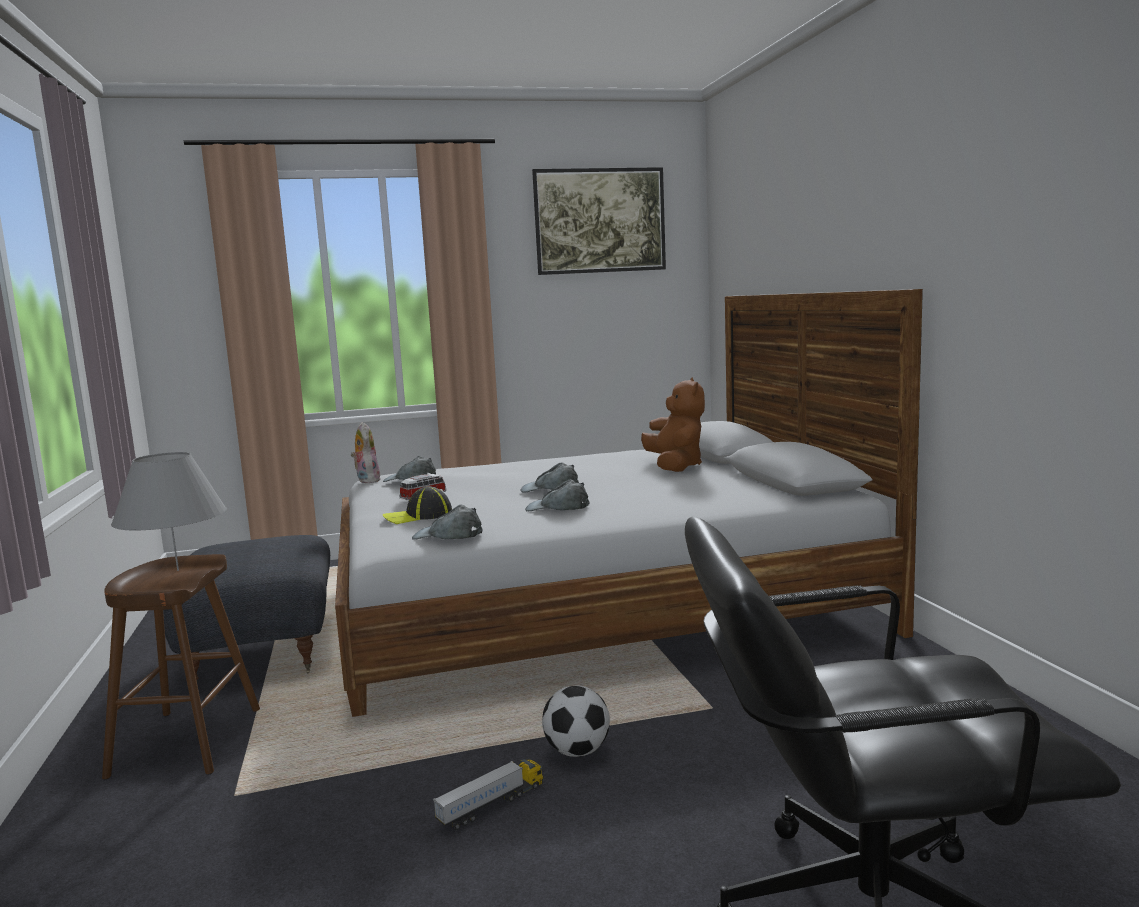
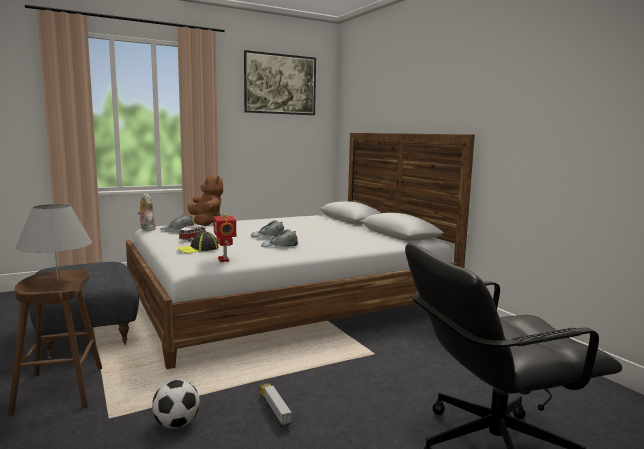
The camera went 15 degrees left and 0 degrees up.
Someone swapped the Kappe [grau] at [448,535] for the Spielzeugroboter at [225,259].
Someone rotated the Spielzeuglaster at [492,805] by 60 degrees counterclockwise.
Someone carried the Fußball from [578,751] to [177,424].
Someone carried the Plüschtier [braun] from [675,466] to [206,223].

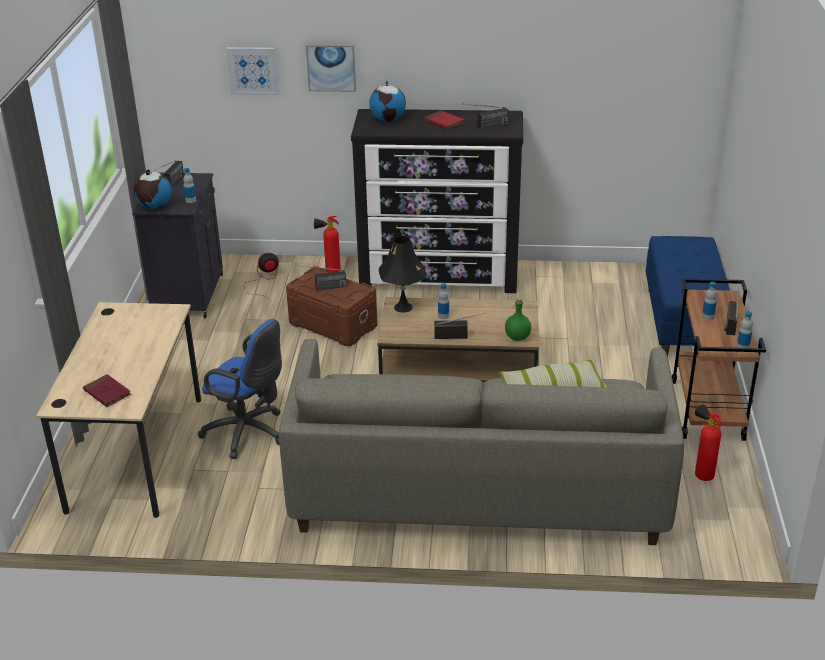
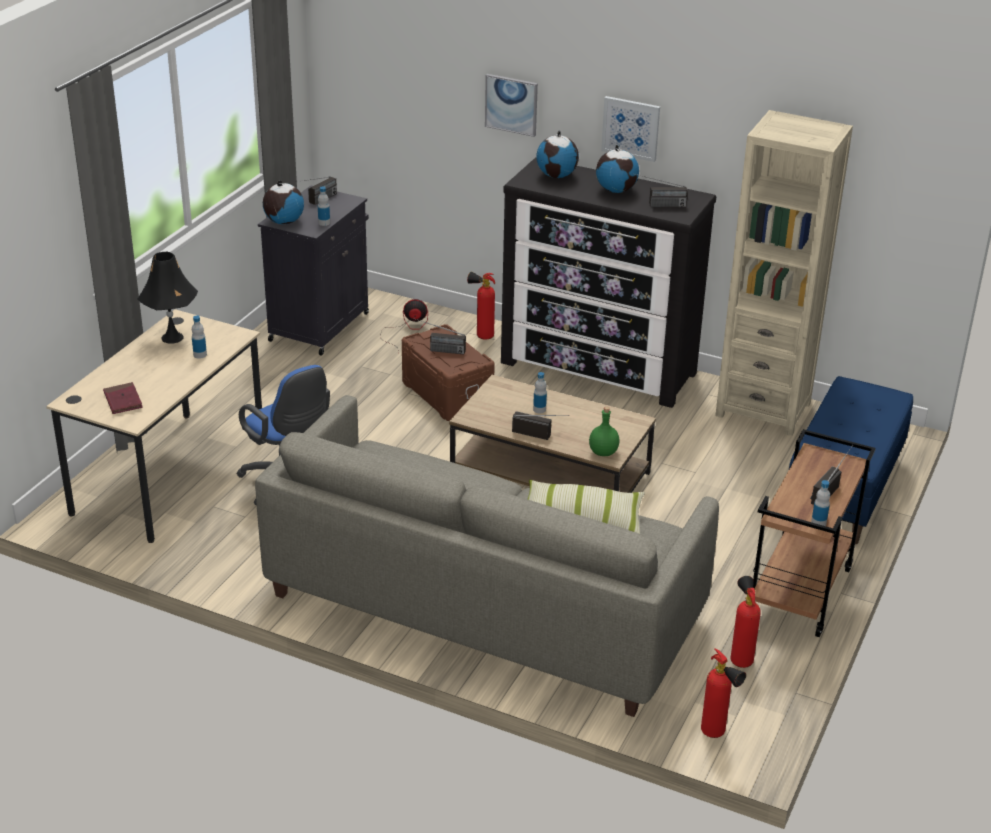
The camera went 20 degrees right and 0 degrees up.
Someone carried the Bild from [253,70] to [631,128].
Someone carried the Tischlampe [schwarz] from [403,307] to [172,338].
Someone swapped the Buch [rot] at [444,122] for the Globus at [616,190].
Someone carried the Flasche from [708,317] to [200,355].
Someone put down the Feuerlöscher at [717,735].
Someone put down the Bücherregal [beige] at [763,409].

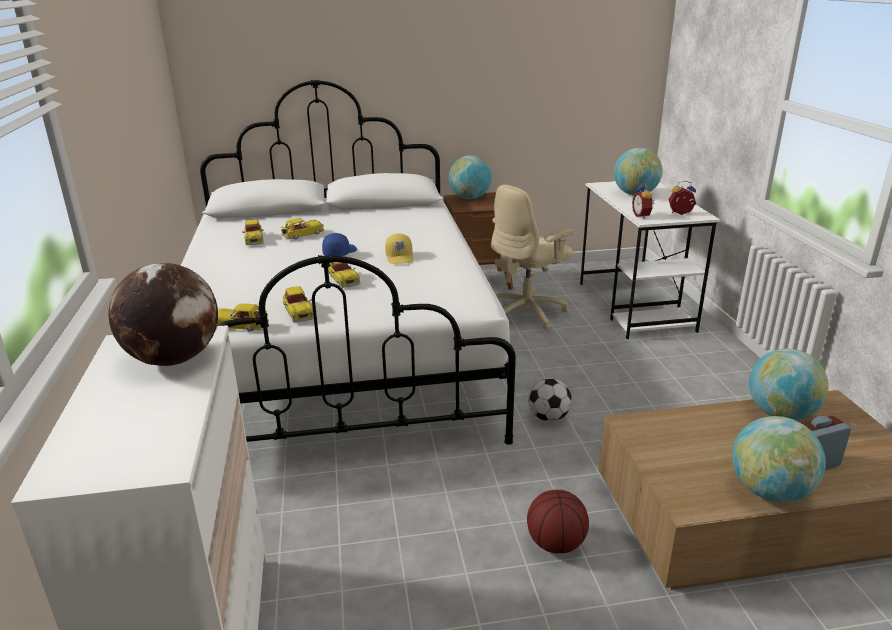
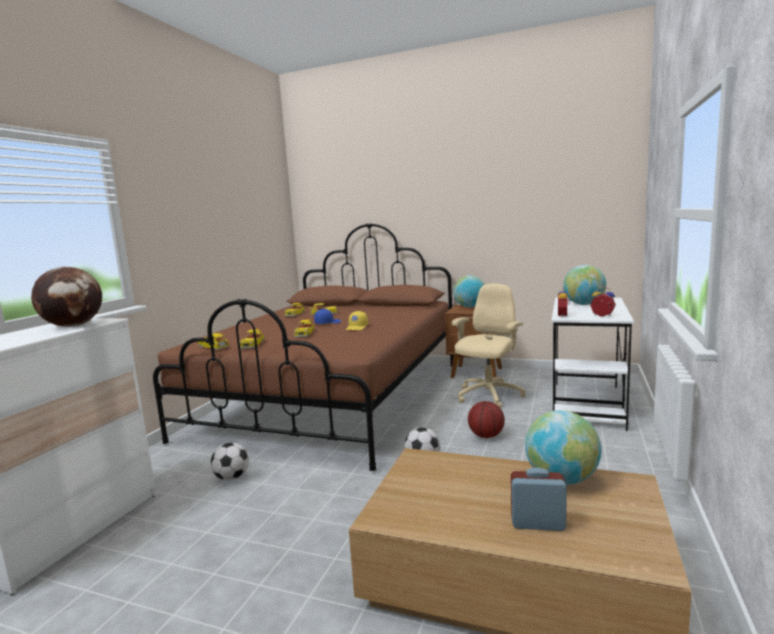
The camera went 30 degrees right and 15 degrees down.
Someone repainted the Bett [weiß] at [338,353], which became the Bett [braun] at [333,399].
Someone rotated the Bürostuhl [beige] at [527,314] by 135 degrees clockwise.
Someone carried the Basketball from [556,543] to [486,436].
Someone took away the Globus at [769,491].
Someone put down the Fußball at [232,478].

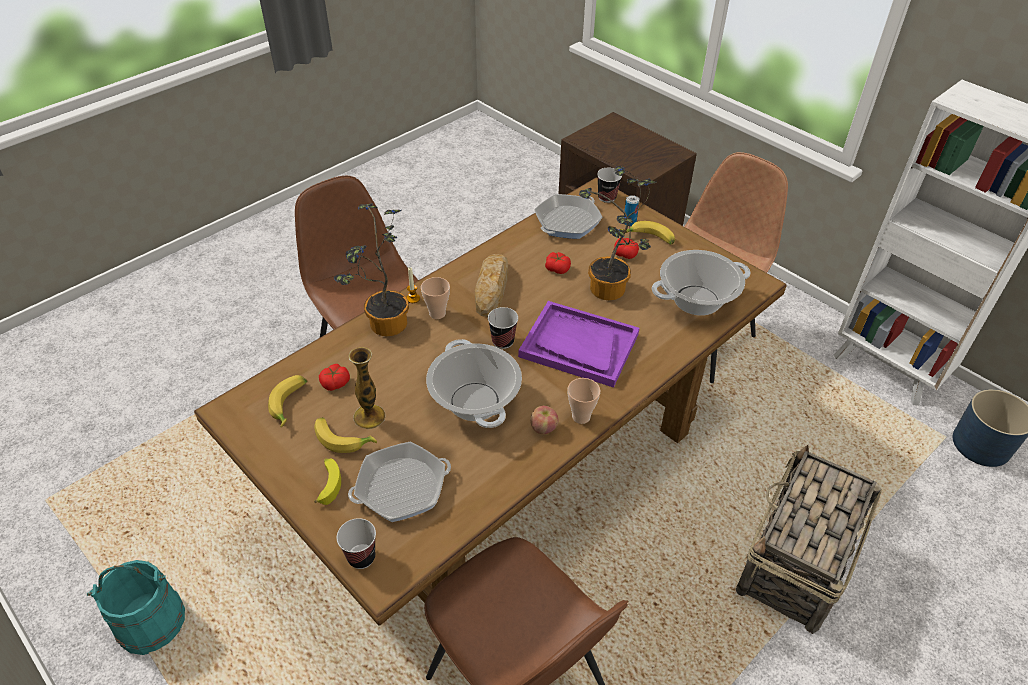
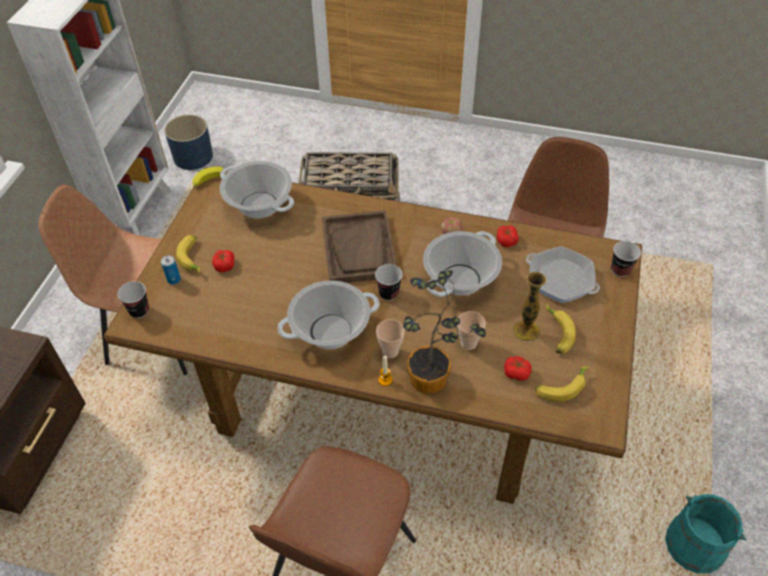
The camera went 120 degrees left and 5 degrees up.
Someone carried the Banane from [328,483] to [208,181].
Someone swapped the Brot at [492,288] for the Kochtopf at [331,331].
Someone repainted the Tablett [lila] at [578,345], which became the Tablett [braun] at [359,249].
Someone took away the Pfanne at [567,221].
Someone carried the Tomate from [557,268] to [506,240].
Someone carried the Tasse from [581,416] to [468,343].
Someone took away the Topfpflanze at [610,292].

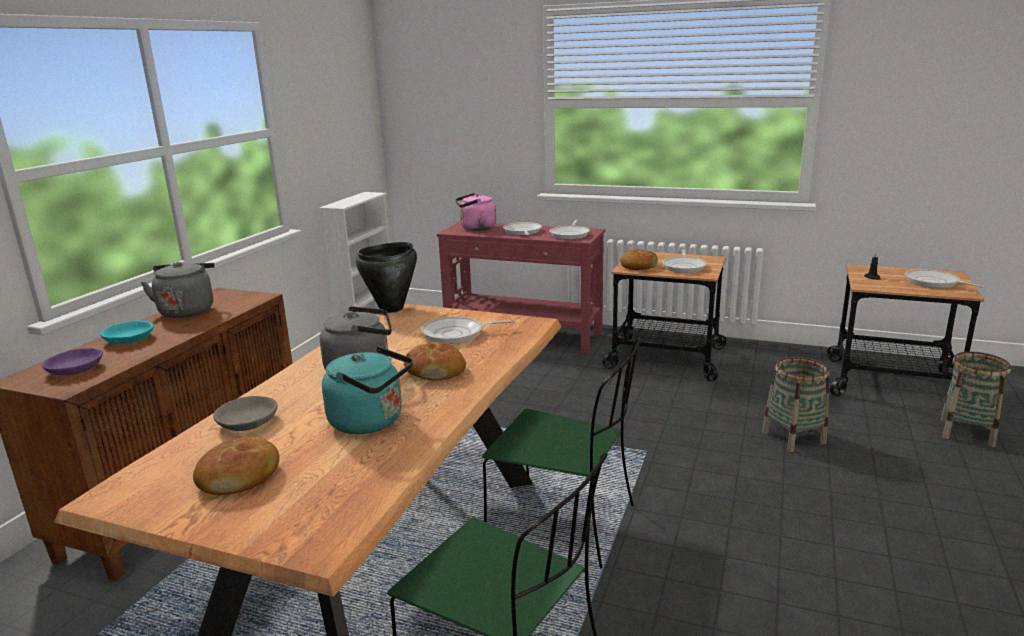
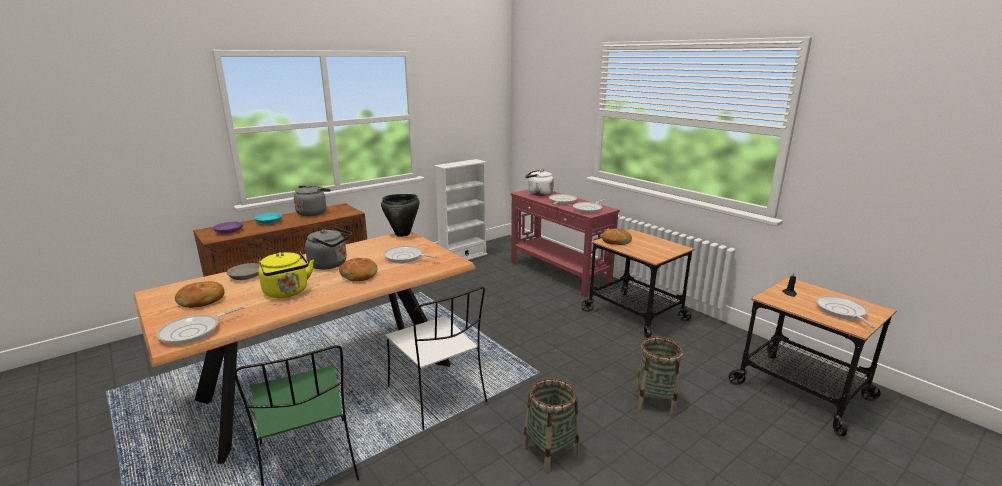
The camera went 30 degrees right and 0 degrees up.
Someone repainted the Wasserkessel [türkis] at [371,422], which became the Wasserkessel [gelb] at [287,292].
Someone repainted the Wasserkessel [rosa] at [476,228], which became the Wasserkessel [weiß] at [538,193].
Someone repainted the Stuhl [grün] at [565,523], which became the Stuhl [weiß] at [438,396].
Someone carried the Pfanne from [684,266] to [194,332].
Someone carried the Korb from [966,432] to [550,451].

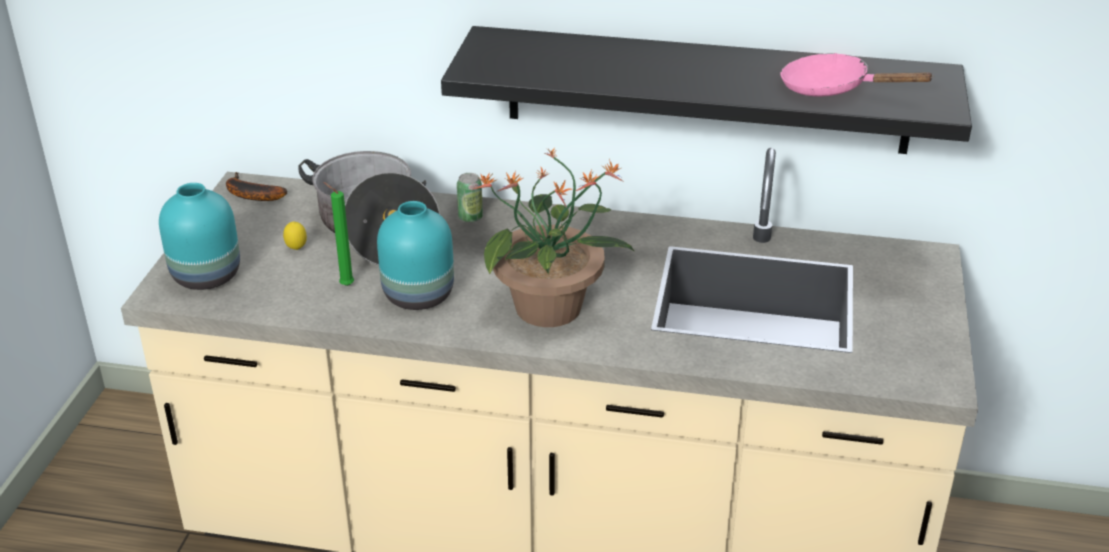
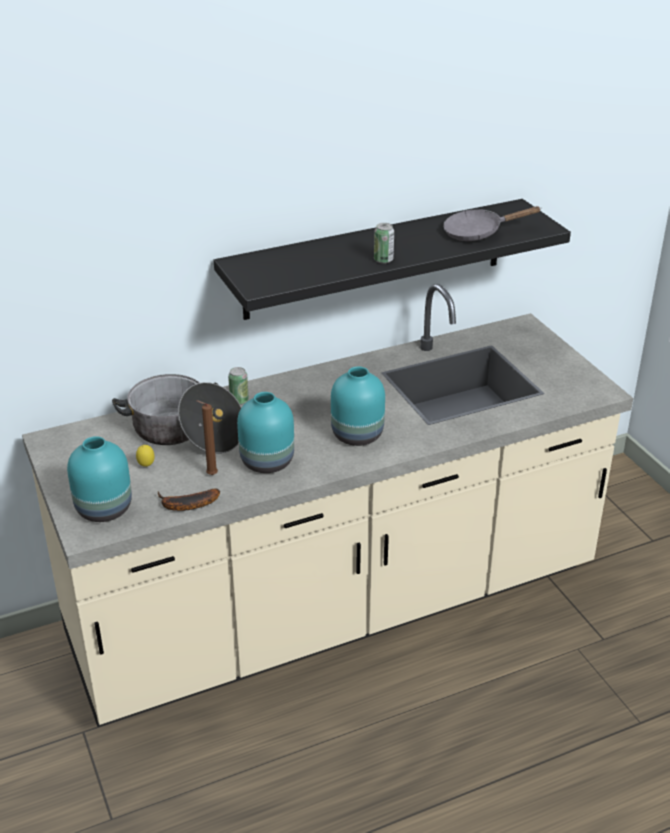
The camera went 35 degrees left and 0 degrees up.
Someone carried the Banane from [249,194] to [186,505].
Someone repainted the Kerze [grün] at [344,285], which became the Kerze [braun] at [210,475].
Someone swapped the Topfpflanze at [550,308] for the Vase [türkis] at [357,436].
Someone repainted the Pfanne [rosa] at [833,89], which became the Pfanne [grau] at [478,233].
Someone put down the Dose at [383,260].

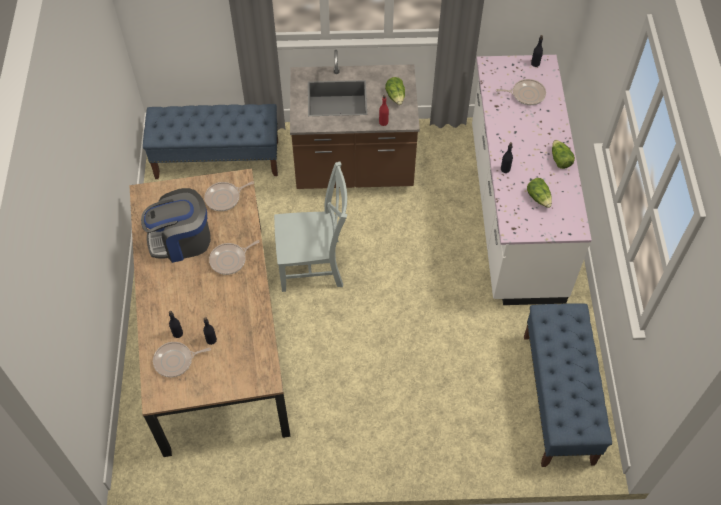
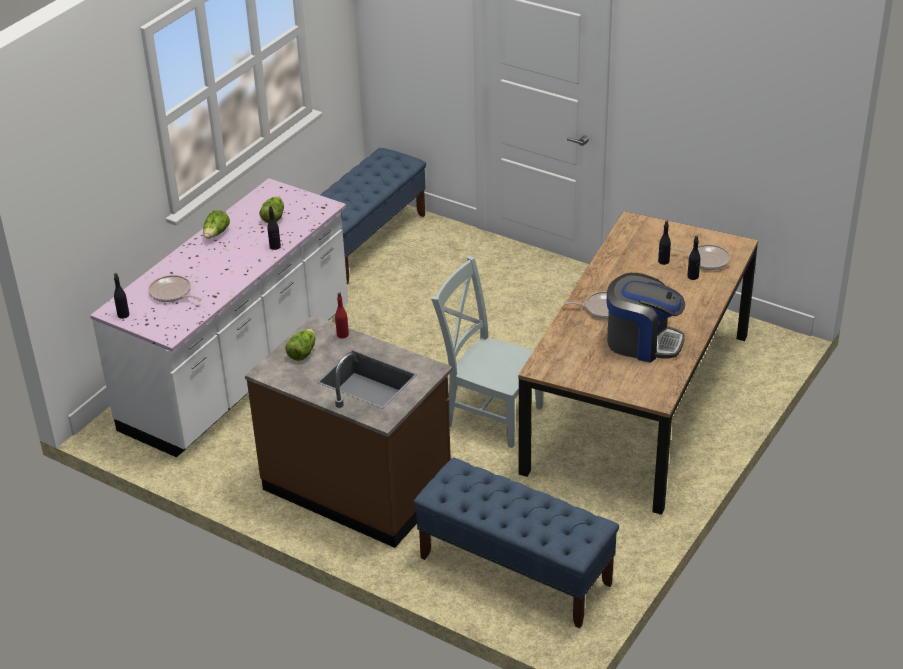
The camera went 145 degrees left and 20 degrees down.
Someone took away the Pfanne at [224,198].

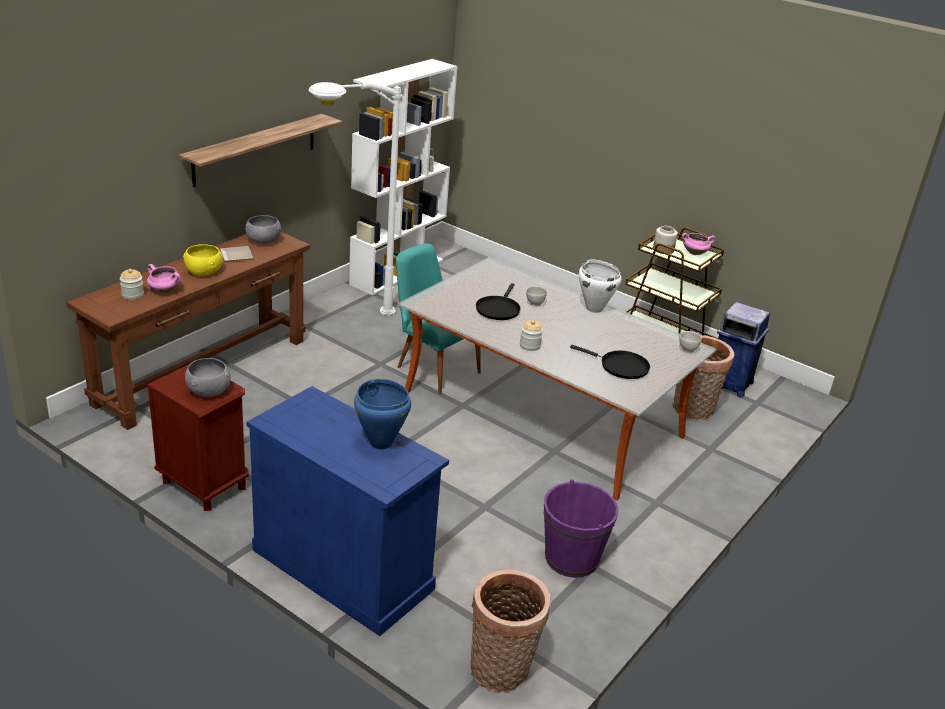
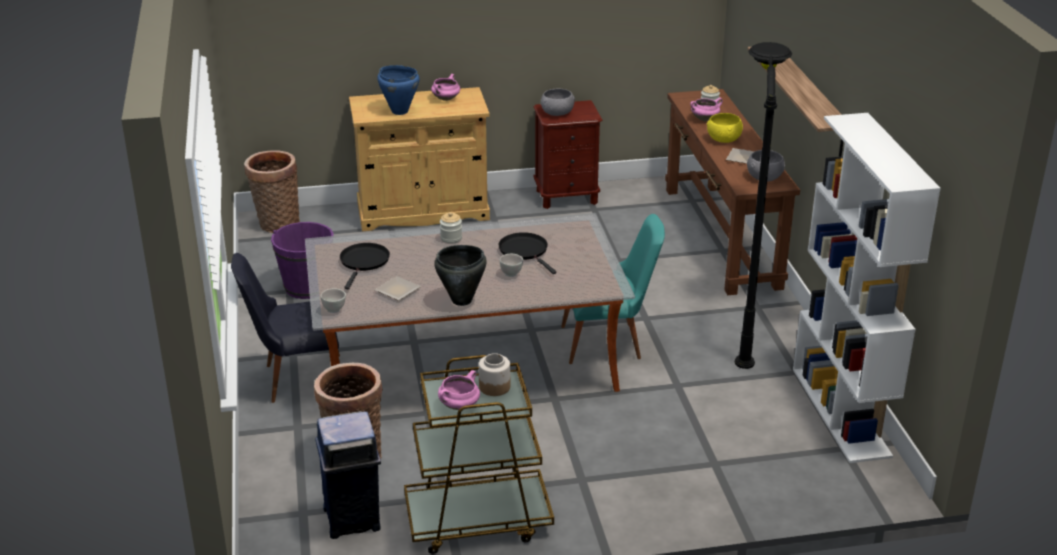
The camera went 135 degrees right and 0 degrees up.
Someone repainted the Schrank [blau] at [343,569], which became the Schrank [beige] at [423,211].
Someone repainted the Stehlampe [weiß] at [343,323], which became the Stehlampe [schwarz] at [744,329].
Someone rotated the Pfanne [schwarz] at [621,367] by 120 degrees clockwise.
Someone repainted the Kochtopf [weiß] at [594,308], which became the Kochtopf [schwarz] at [462,300].
Someone put down the Stuhl [schwarz] at [296,379].
Someone put down the Teller at [396,290].
Someone put down the Kochtopf [rosa] at [446,99].

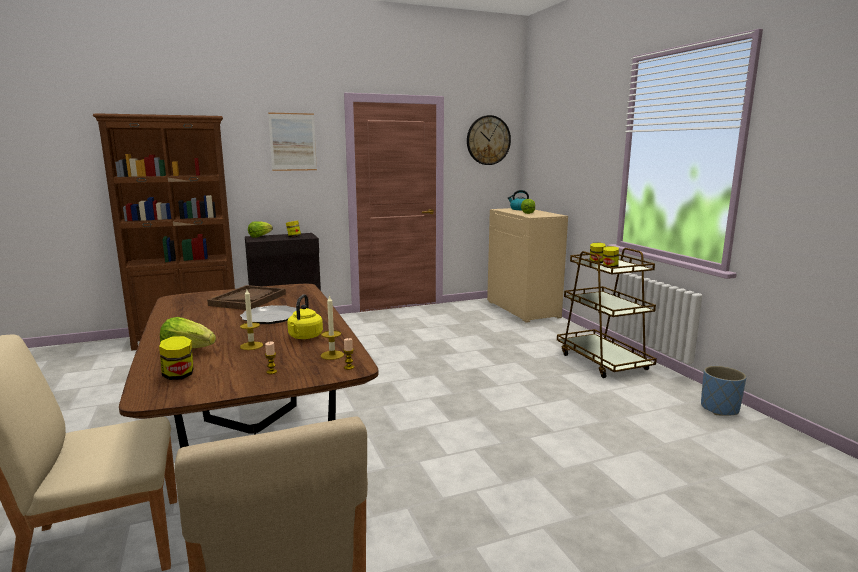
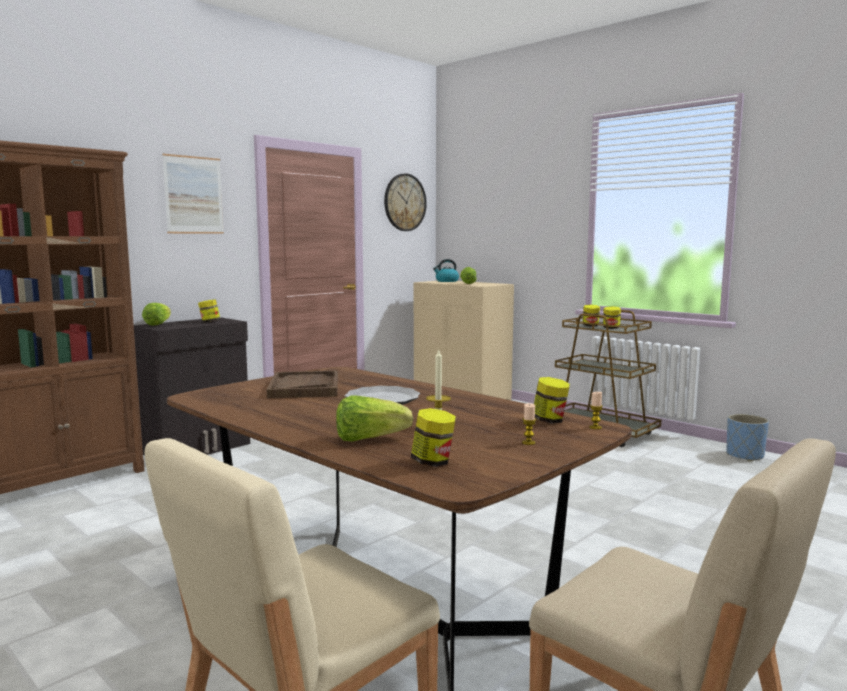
The camera went 25 degrees left and 5 degrees down.
Someone took away the Wasserkessel [gelb] at [305,337].
Someone swapped the Kerze at [332,355] for the Vorratsglas at [549,421].

